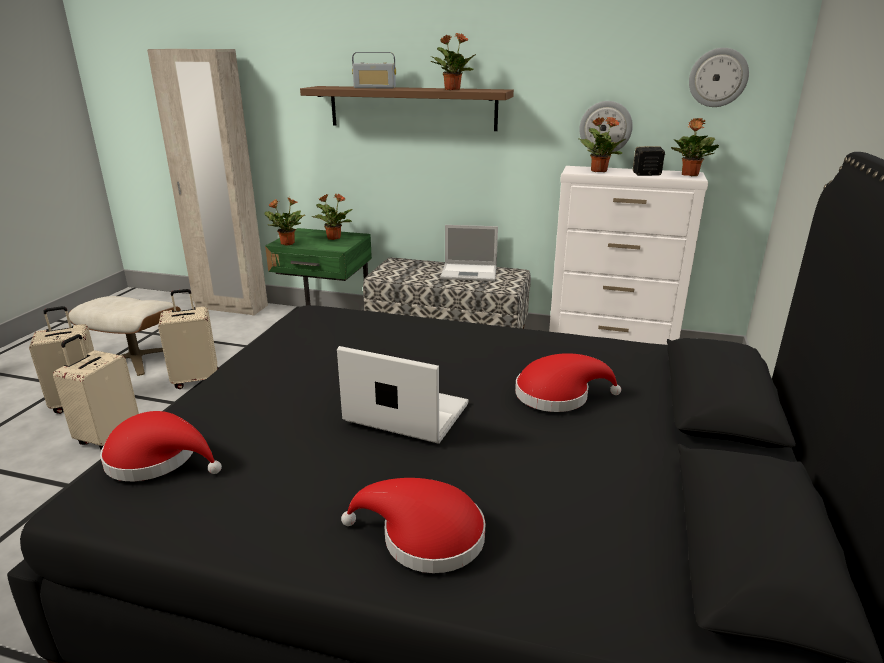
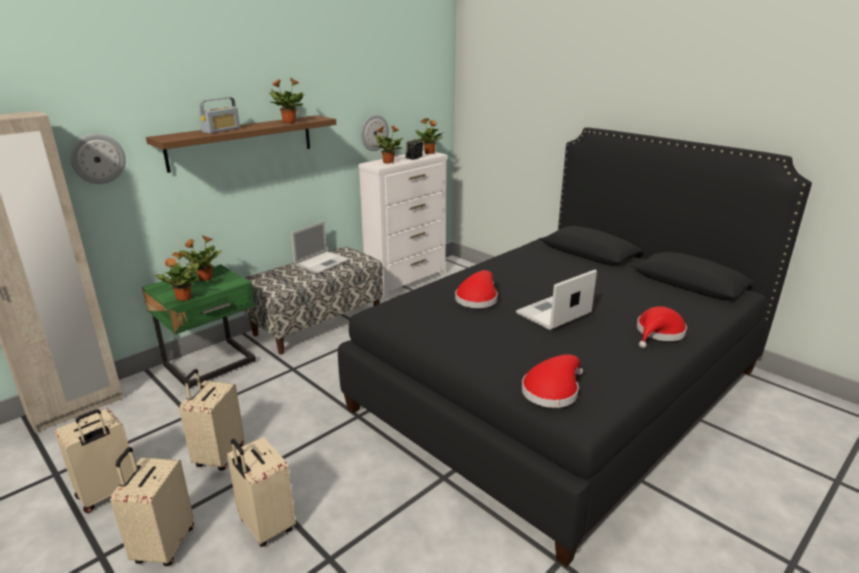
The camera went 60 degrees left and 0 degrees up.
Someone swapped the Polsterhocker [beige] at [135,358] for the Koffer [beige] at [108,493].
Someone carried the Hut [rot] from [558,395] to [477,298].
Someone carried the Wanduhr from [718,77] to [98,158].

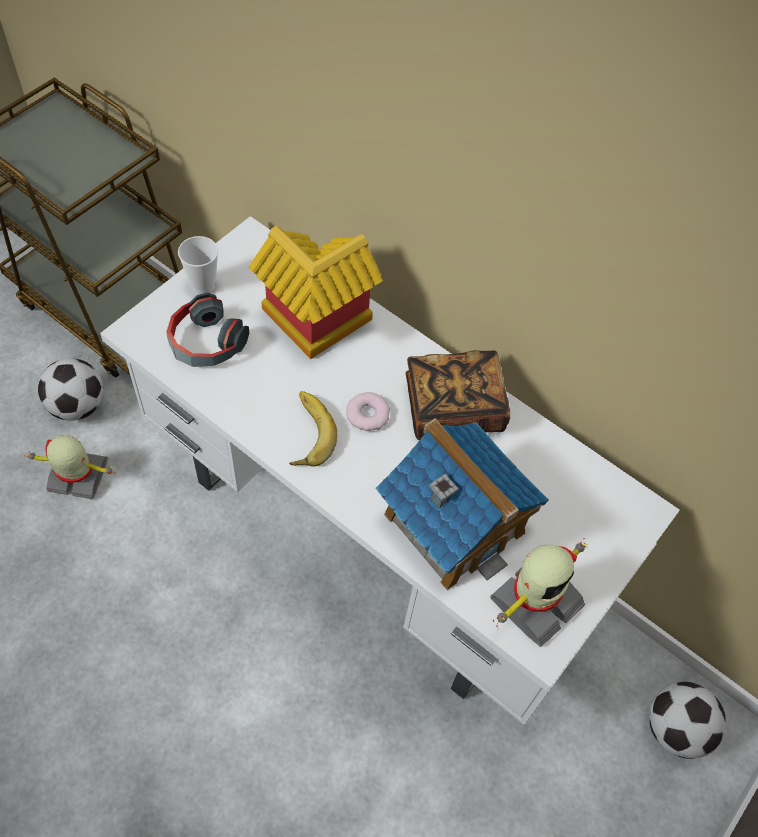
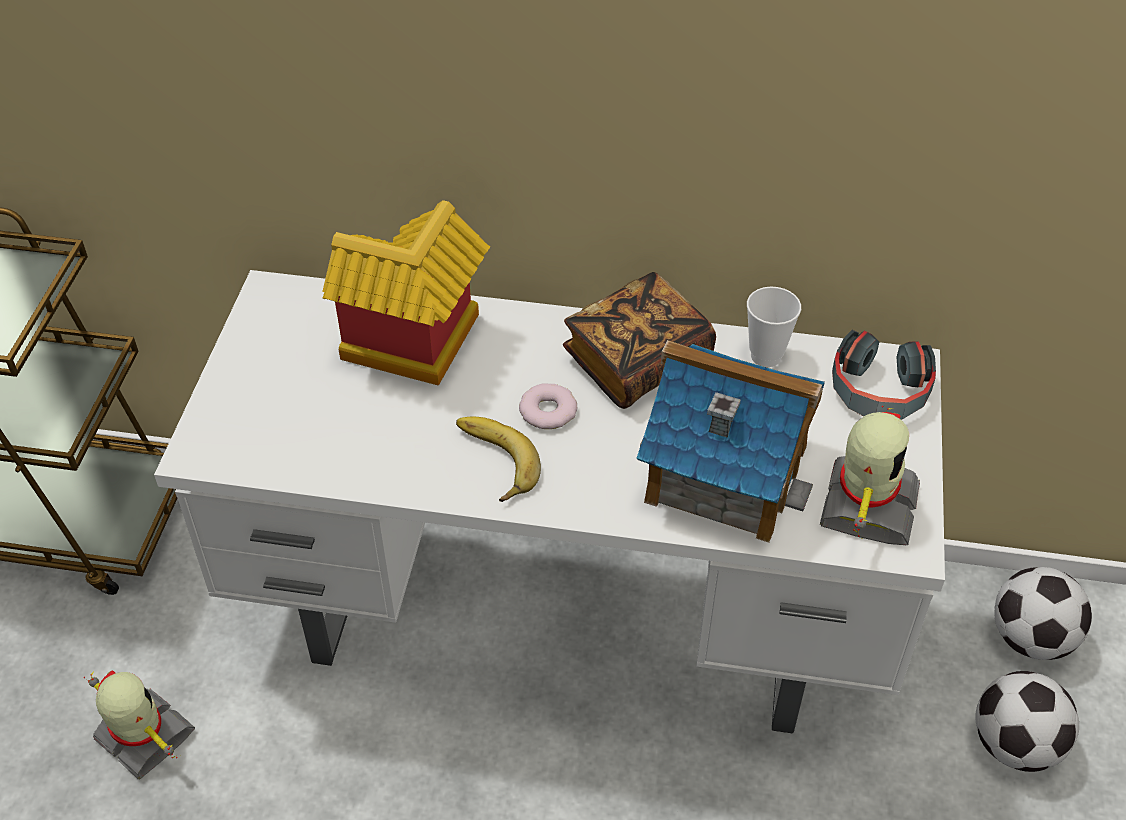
The camera went 25 degrees left and 10 degrees down.
Someone rotated the Spielzeugroboter at [78,477] by 60 degrees clockwise.
Someone carried the Fußball from [77,406] to [1014,744].
Someone carried the Kopfhörer from [205,343] to [878,392].
Someone carried the Tasse from [203,285] to [766,356].

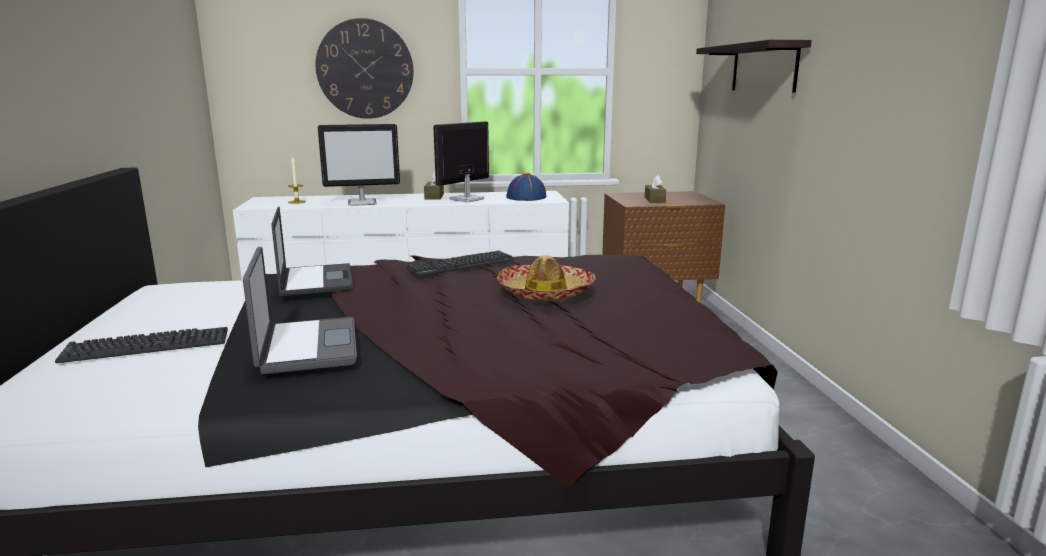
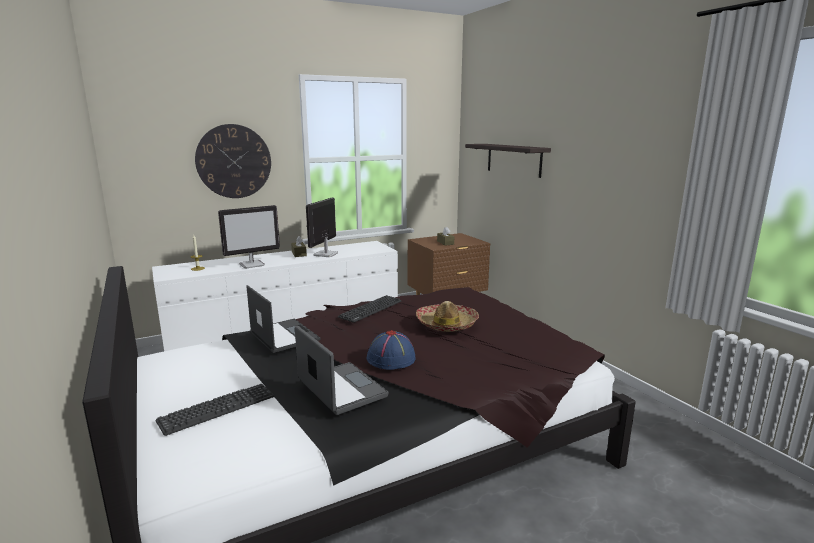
The camera went 20 degrees left and 0 degrees up.
Someone carried the Hut [blau] from [526,198] to [391,359].

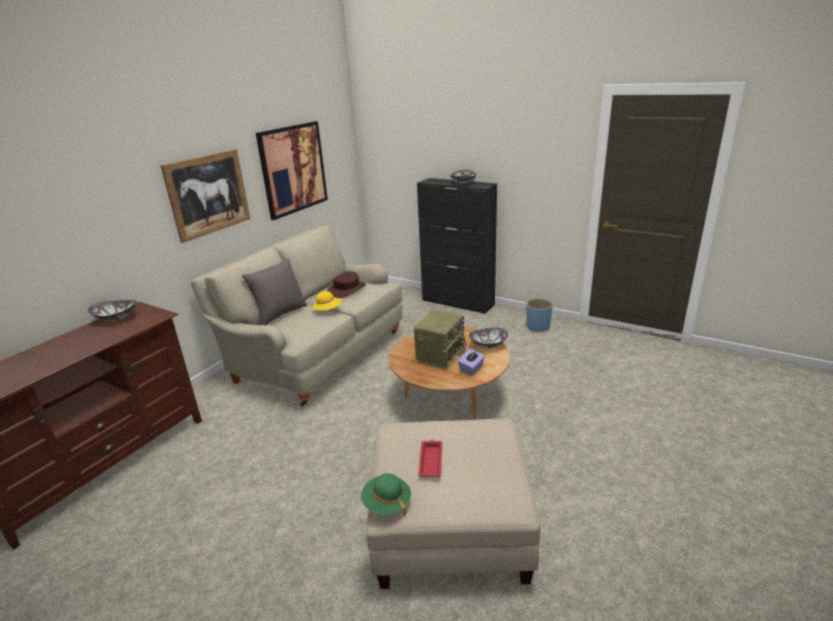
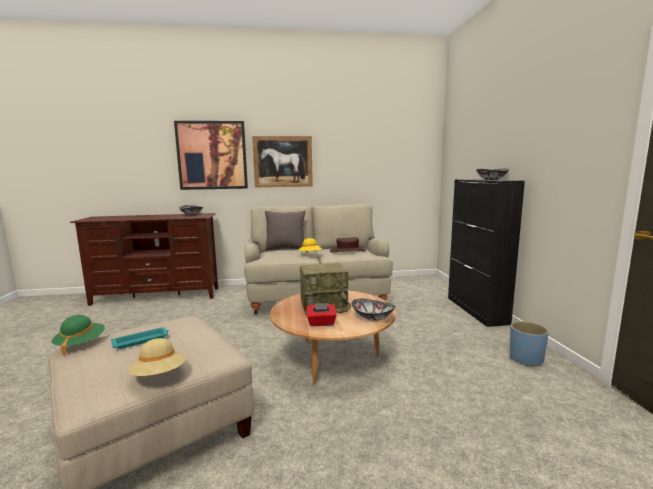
The camera went 50 degrees right and 15 degrees down.
Someone carried the Bild from [293,169] to [212,155].
Someone repainted the Tablett [rot] at [431,460], which became the Tablett [türkis] at [141,340].
Someone repainted the Taschentuchbox [lila] at [471,368], which became the Taschentuchbox [rot] at [321,323].
Someone put down the Hut [beige] at [159,375].

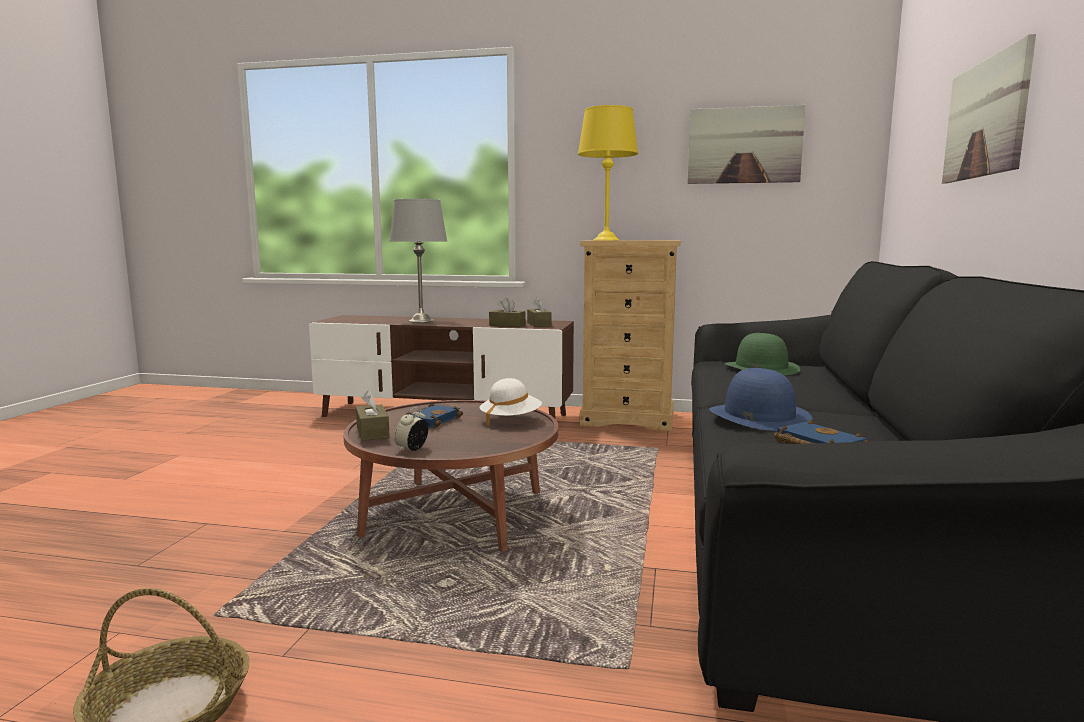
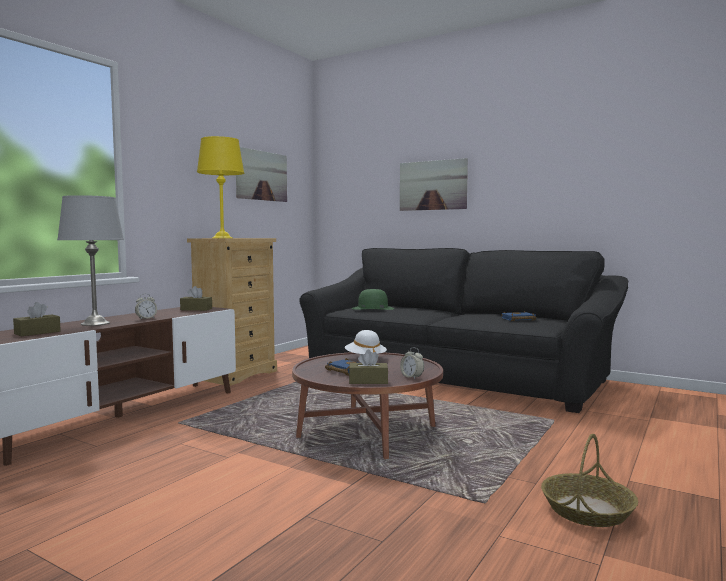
The camera went 70 degrees left and 5 degrees down.
Someone carried the Taschentuchbox [braun] from [507,325] to [37,333].
Someone took away the Hut [blau] at [758,416].
Someone put down the Wecker at [146,319].

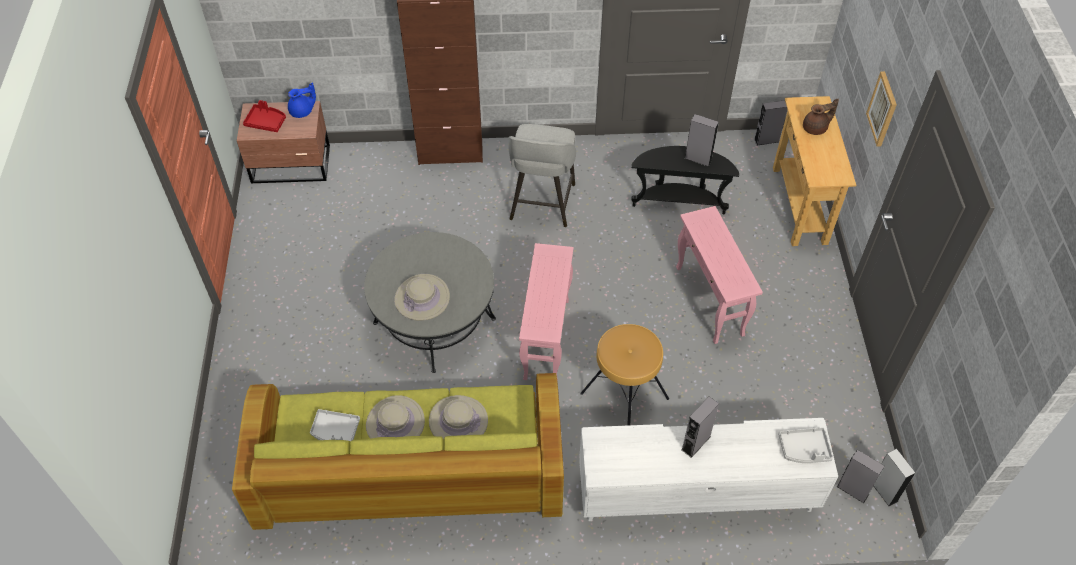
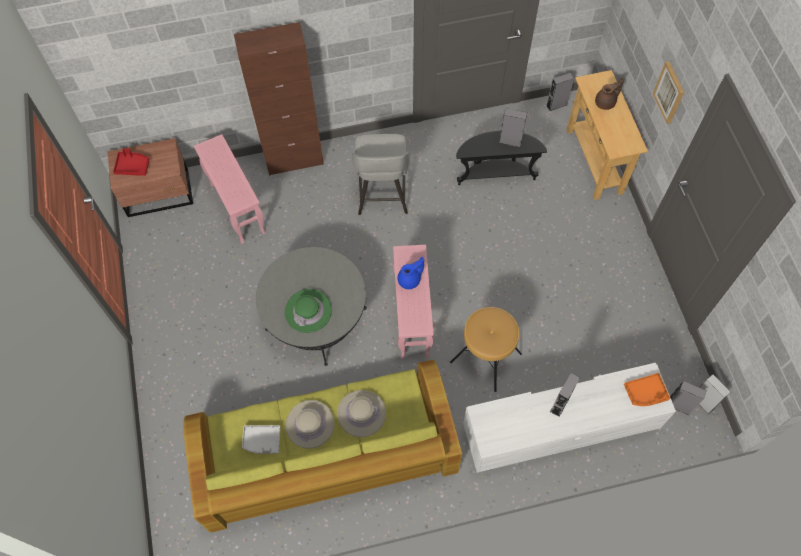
The camera went 10 degrees left and 10 degrees up.
Someone carried the Teekanne [blau] from [302,111] to [410,280].
Someone repainted the Hut [beige] at [422,298], which became the Hut [grün] at [308,311].
Someone carried the Beistelltisch [rosa] from [709,301] to [238,208].
Someone repainted the Tablett [grau] at [804,449], which became the Tablett [orange] at [645,393].

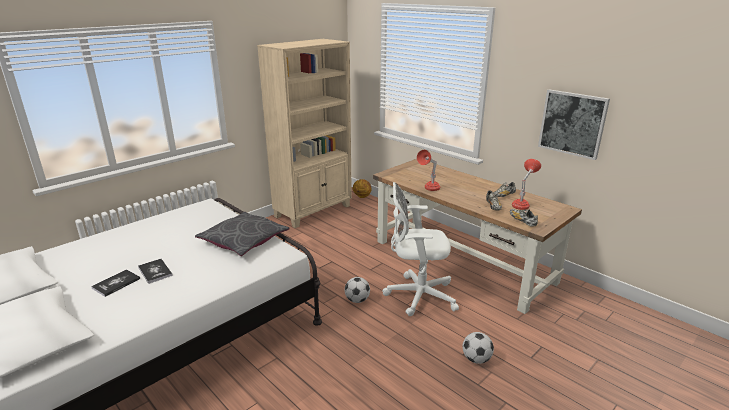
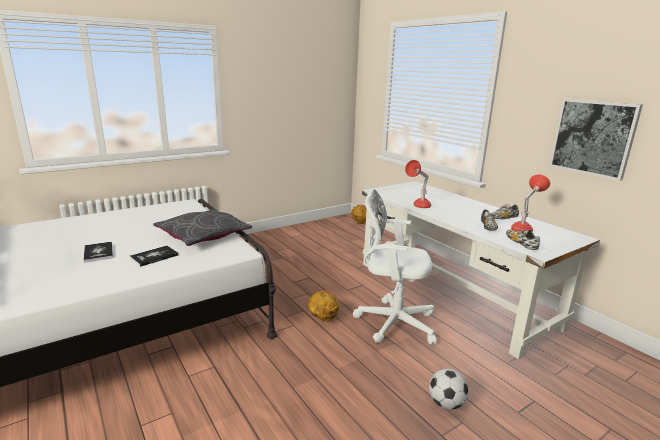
The camera went 10 degrees right and 5 degrees down.
Someone carried the Buch from [116,283] to [154,256].
Someone took away the Bücherregal [beige] at [313,211].
Someone swapped the Fußball at [357,300] for the Basketball at [323,318].
Someone repainted the Schreibtisch [braun] at [462,261], which became the Schreibtisch [weiß] at [453,293].

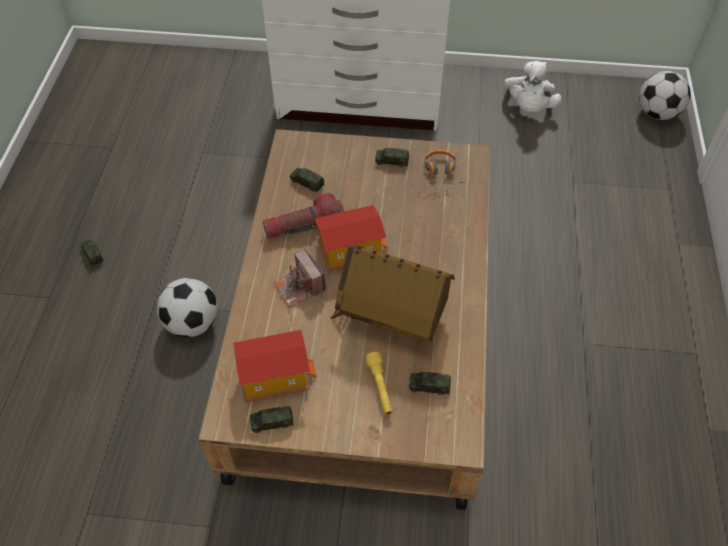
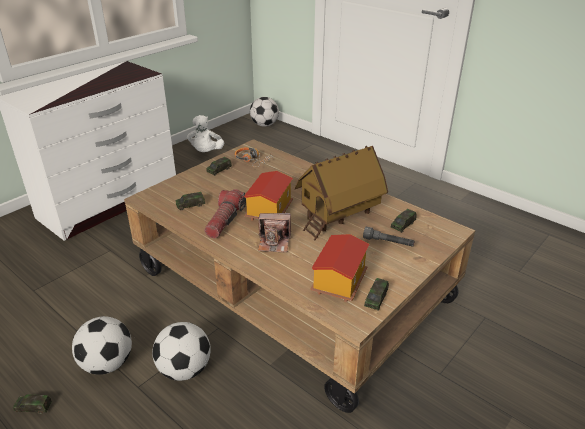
The camera went 55 degrees left and 20 degrees down.
Someone repainted the Taschenlampe [gelb] at [380,387], which became the Taschenlampe [grau] at [388,242].
Someone rotated the Plüschtier [weiß] at [528,107] by 45 degrees clockwise.
Someone put down the Fußball at [107,364].

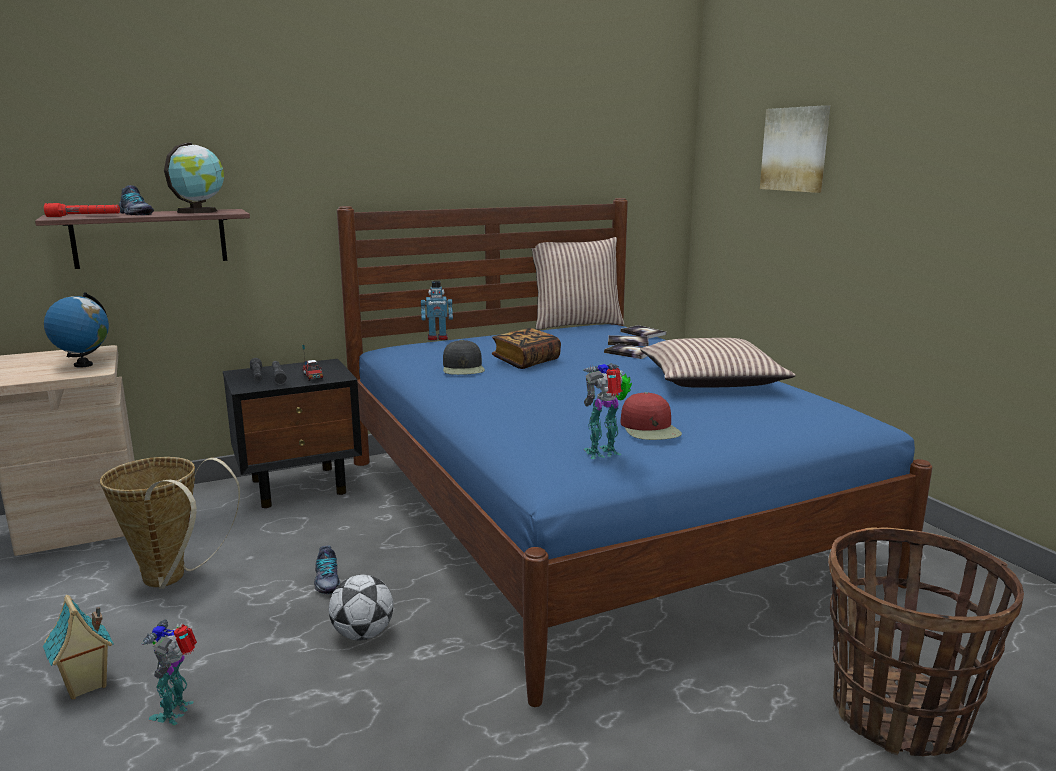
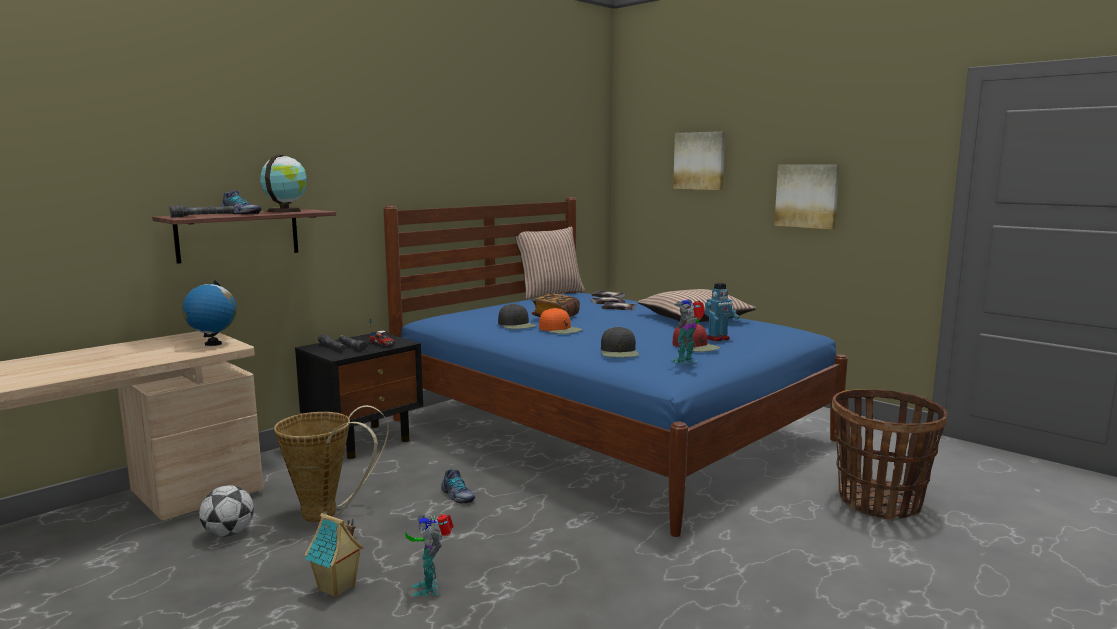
The camera went 20 degrees left and 5 degrees down.
Someone repainted the Taschenlampe [rot] at [84,216], which became the Taschenlampe [grau] at [203,216].
Someone carried the Fußball from [363,634] to [229,533].
Someone carried the Spielzeugroboter from [437,338] to [718,339].
Someone put down the Kappe [orange] at [560,329].
Someone put down the Kappe [schwarz] at [619,352].
Someone put up the Bild at [807,196].

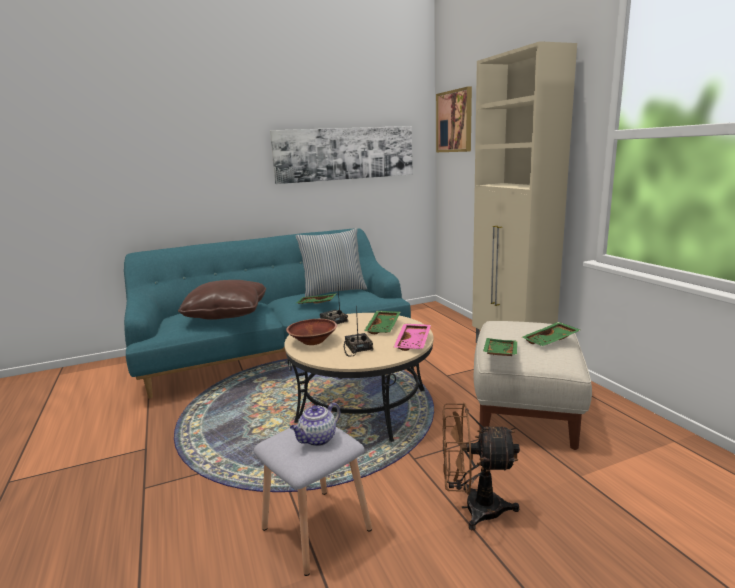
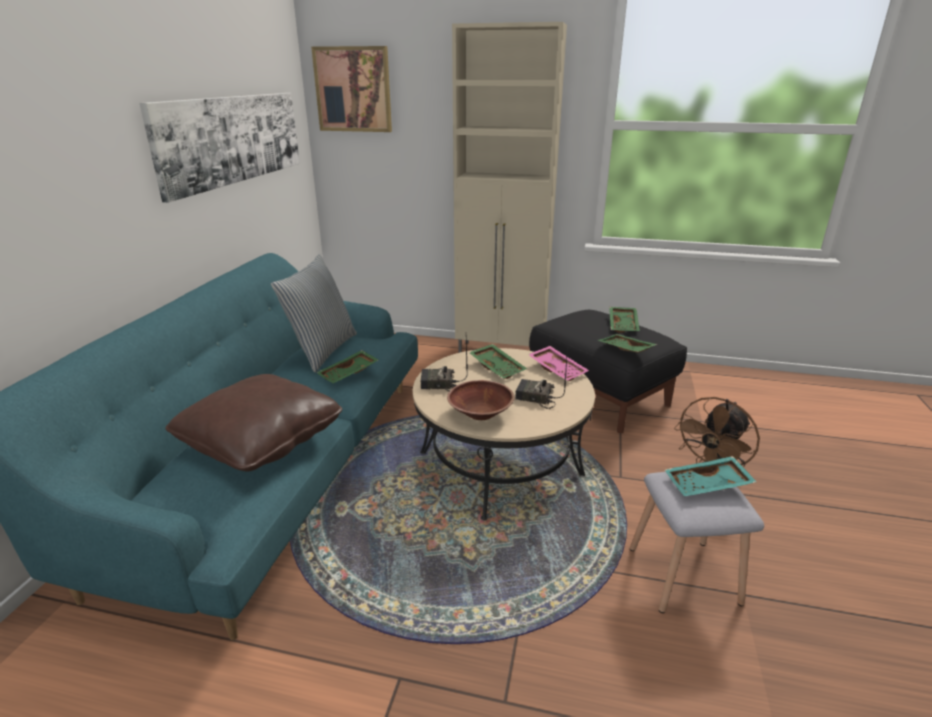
The camera went 55 degrees left and 10 degrees up.
Someone swapped the Teekanne at [317,439] for the Tablett [türkis] at [708,485].
Someone repainted the Polsterhocker [beige] at [525,410], which became the Polsterhocker [schwarz] at [599,395].

